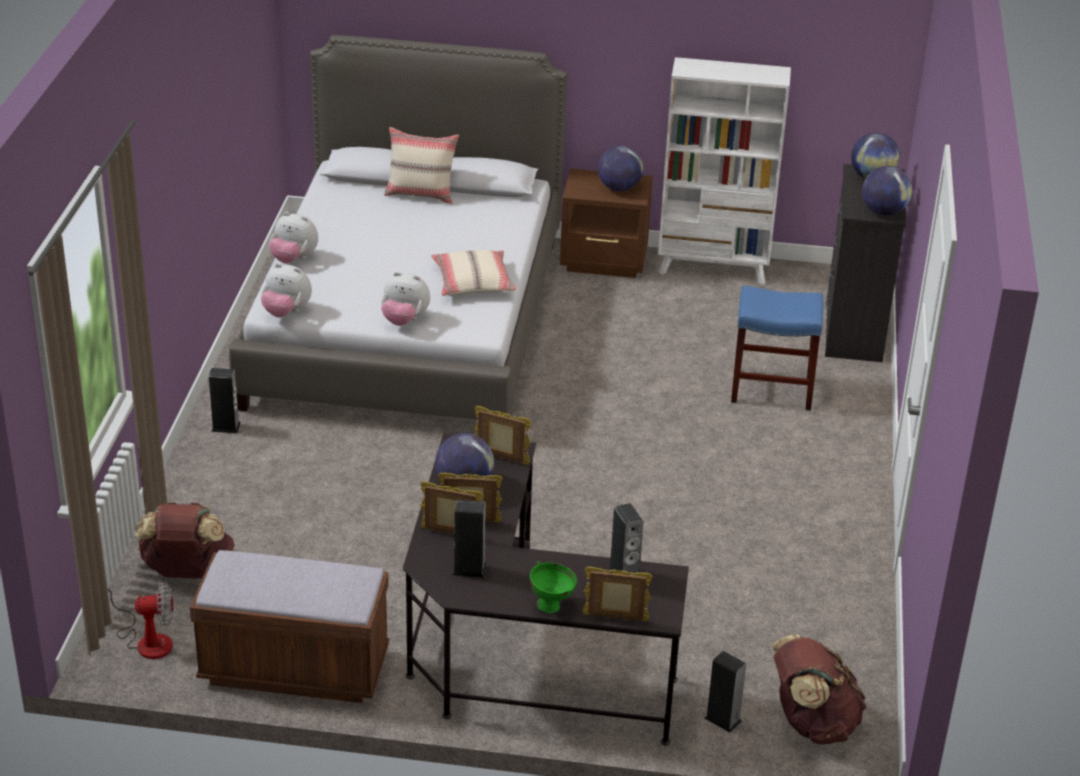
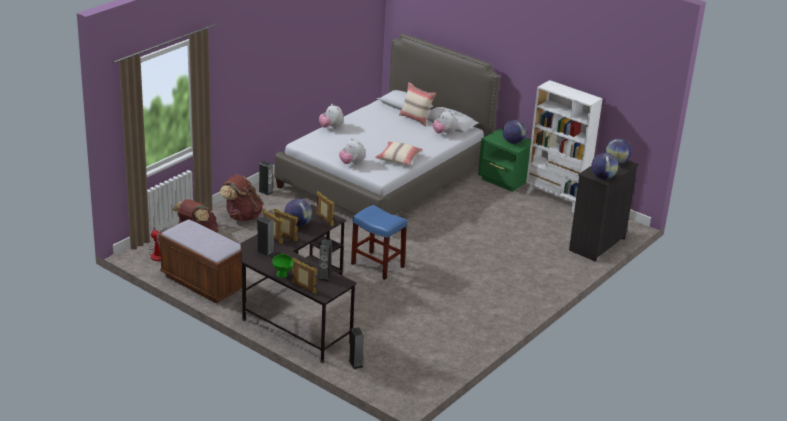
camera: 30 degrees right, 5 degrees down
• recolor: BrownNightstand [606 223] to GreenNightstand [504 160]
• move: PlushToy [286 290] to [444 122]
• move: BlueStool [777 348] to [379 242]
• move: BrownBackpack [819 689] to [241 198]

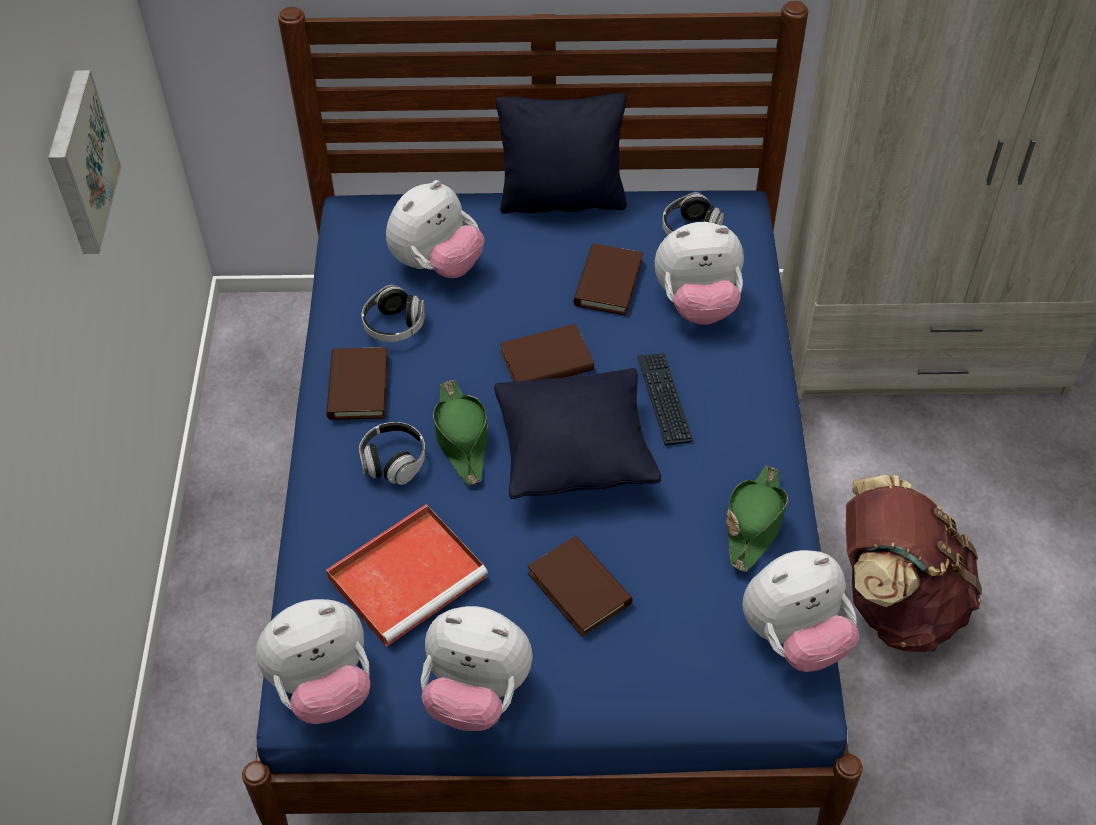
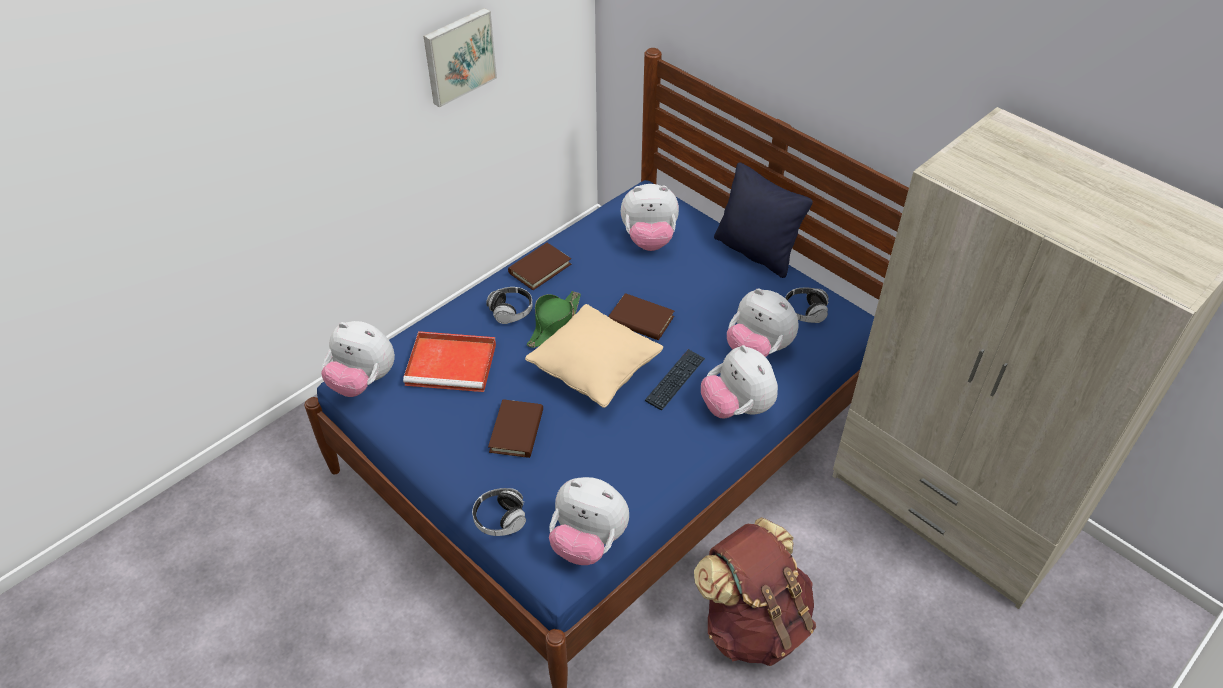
camera: 45 degrees right, 5 degrees down
• delete: BrownBook [608 279]
• move: Headphones [393 313] to [499 512]
• recolor: BlackPillow [577 433] to BeigePillow [594 356]
• delete: GreenHat [757 518]
• move: PlushToy [477 668] to [739 381]

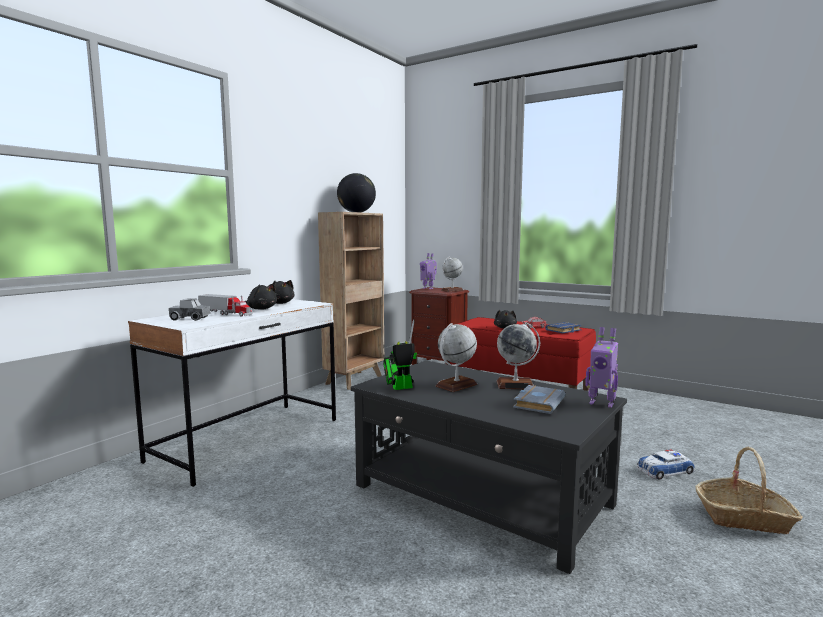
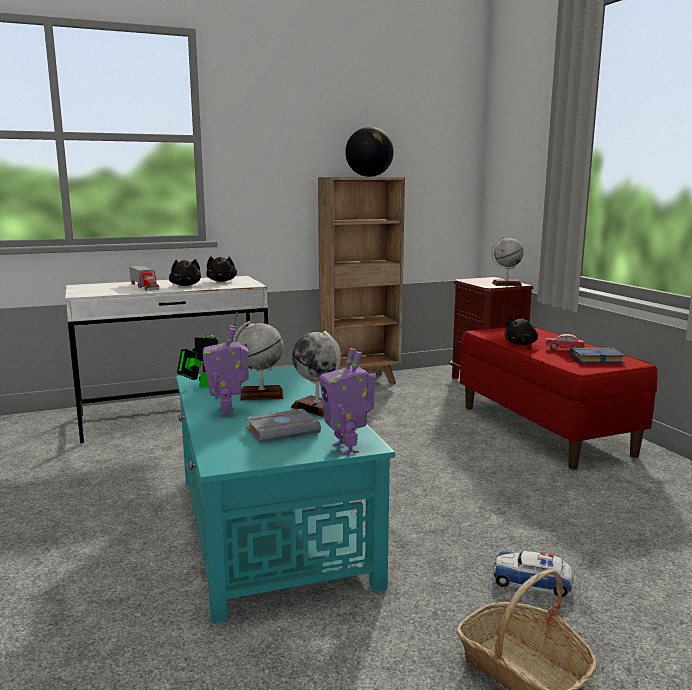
camera: 35 degrees right, 5 degrees up
• move: ToyRobot [428 271] to [226 371]
• delete: ToyTruck [190 310]
• recolor: BlackCoffeeTable [489 467] to TurquoiseCoffeeTable [285 494]

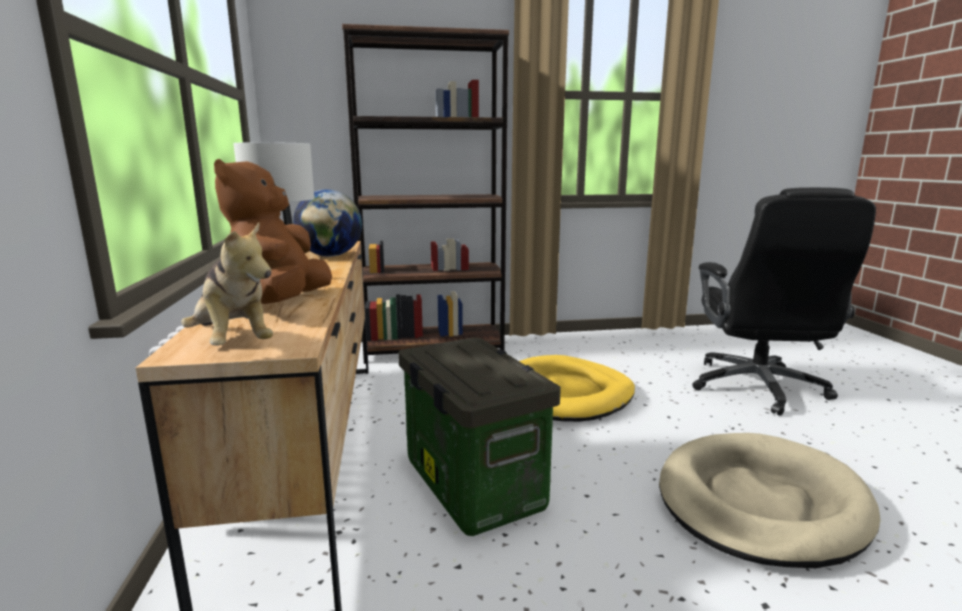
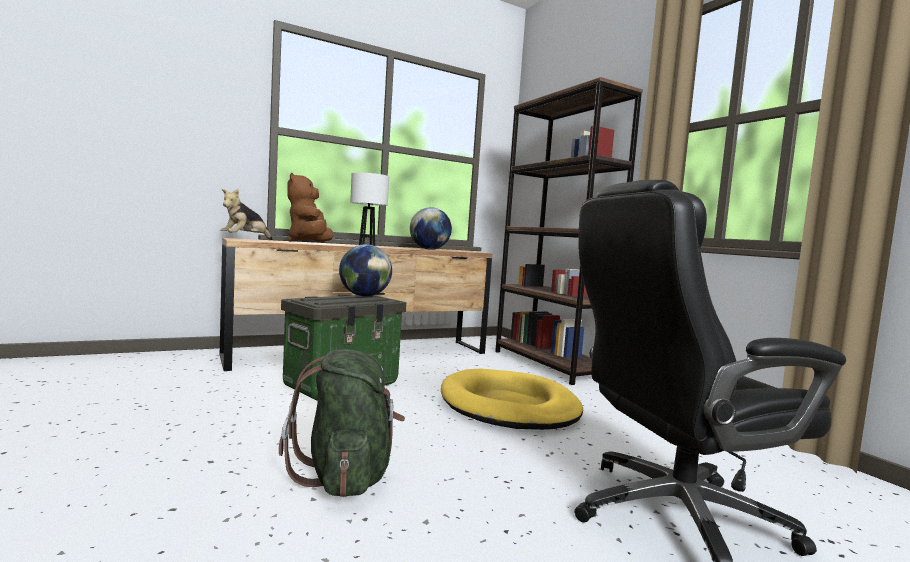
camera: 70 degrees right, 10 degrees down
• rotate: BrownPlushToy [273 231] = [310 207] 75 degrees counterclockwise
• replace: BeigeDogBed [769 500] to GreenBackpack [342 423]
• insert: Globe [365 270]

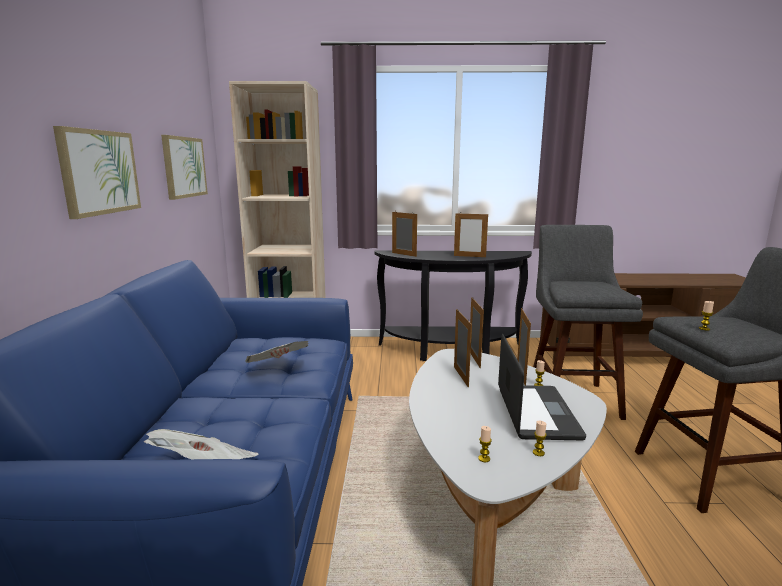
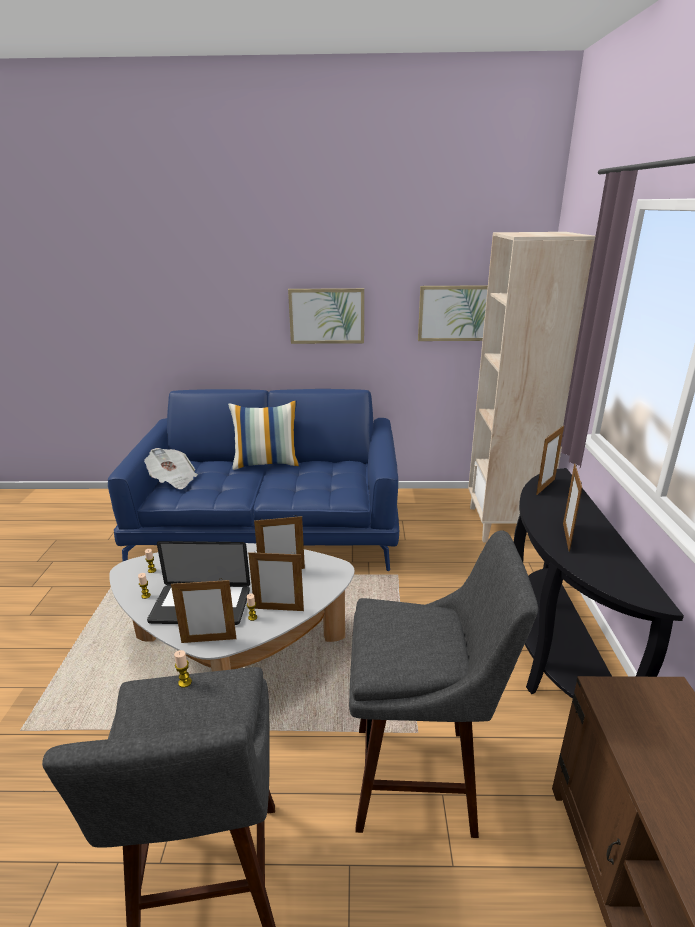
camera: 90 degrees right, 10 degrees up
• move: PictureFrame [477 332] to [204 610]
• delete: Newspaper [277 352]
• insert: Pillow [264 435]

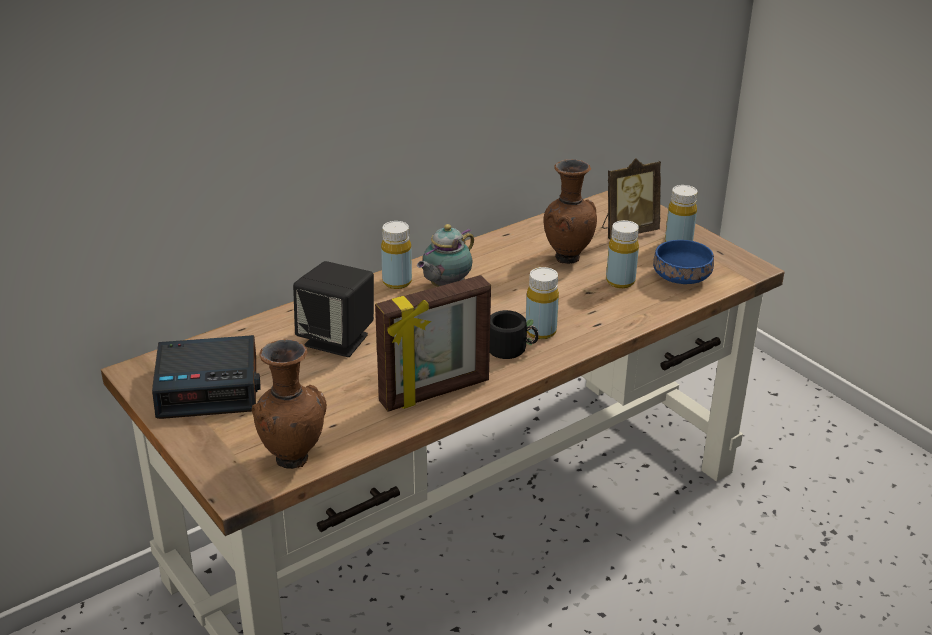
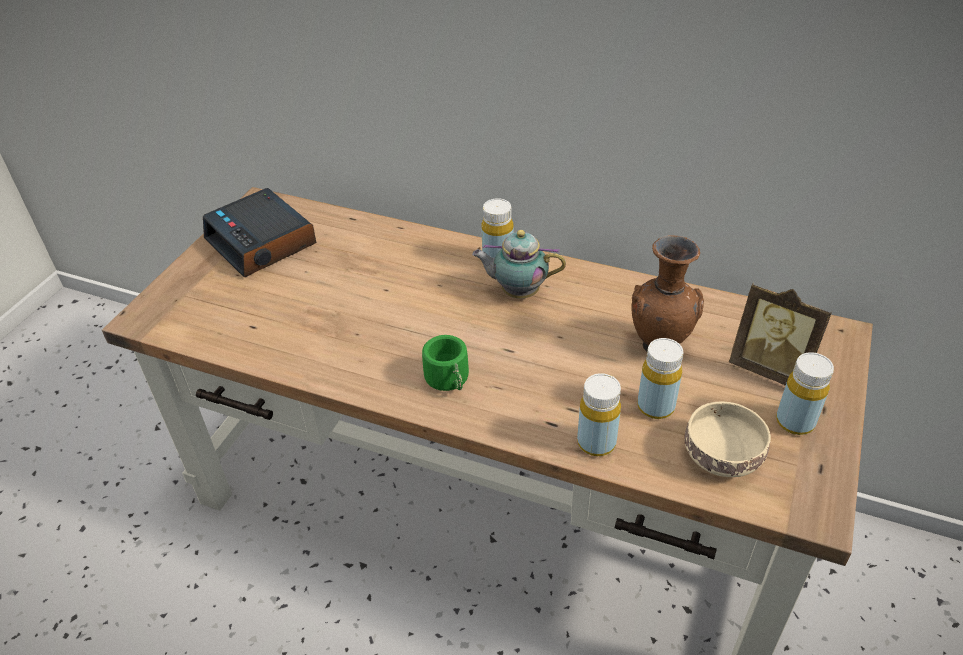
camera: 60 degrees right, 10 degrees up
• recolor: BlueBowl [683 262] to BeigeBowl [727 439]
• delete: BlackSpeaker [333 309]
• move: YellowBottle [542 303] to [599 414]
• delete: PictureFrame [433 343]
• recolor: BlackMug [514 334] to GreenMug [445 363]
• delete: BrownVase [289 404]

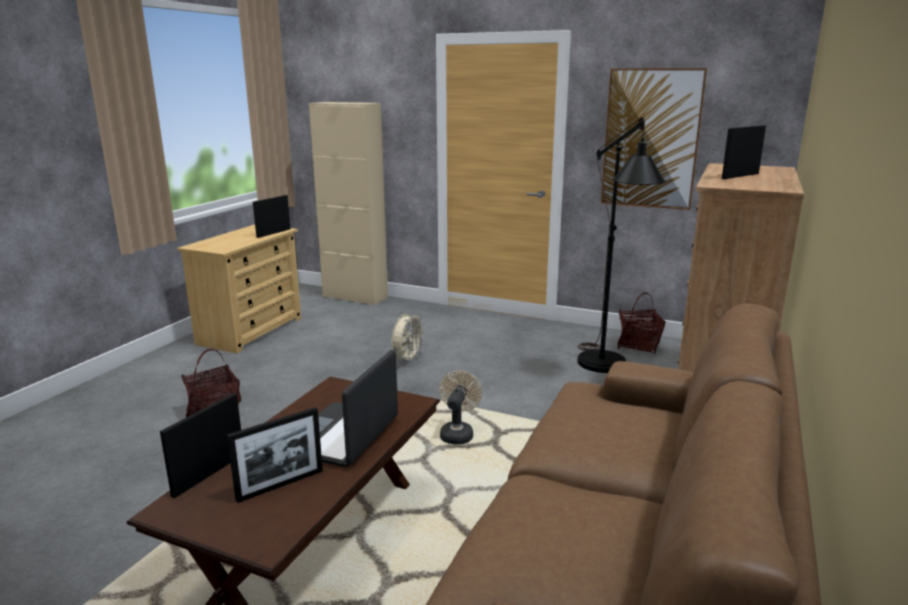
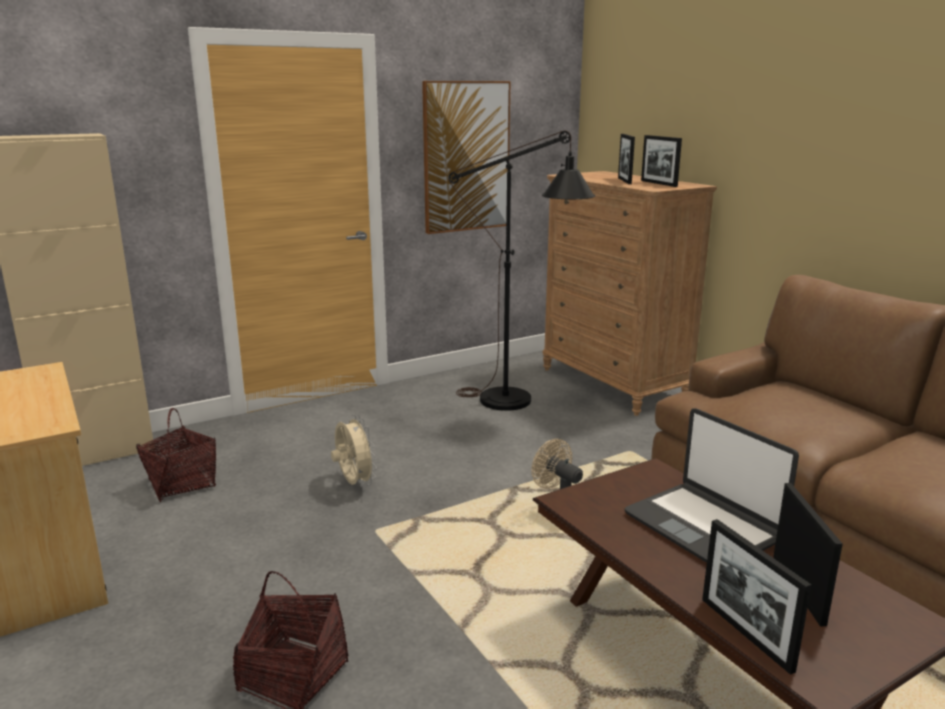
camera: 55 degrees left, 0 degrees up
• move: PictureFrame [271 216] to [661 161]
• move: Basket [642 323] to [176 455]

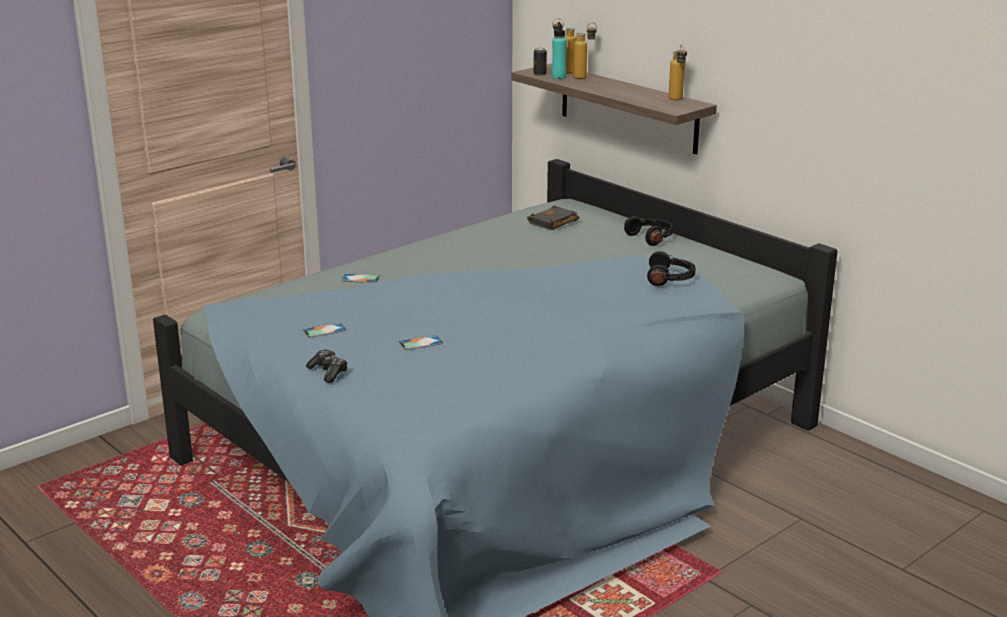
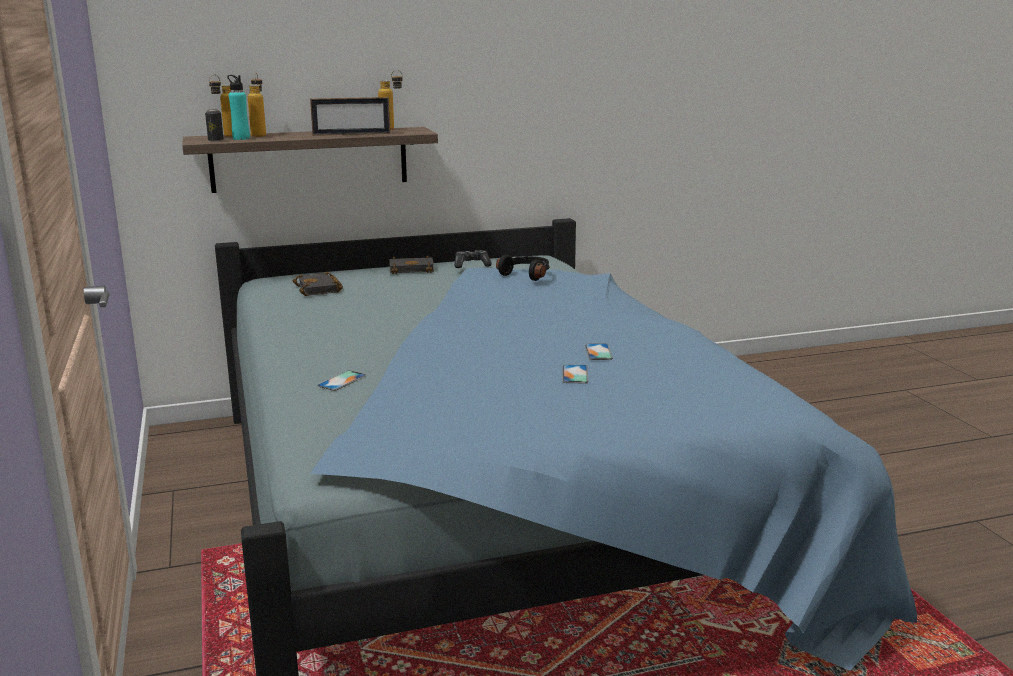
camera: 65 degrees left, 5 degrees down
• replace: BlackHeadphones [648 231] to BlackBook [411 264]
• move: Phone [324 330] to [599 352]
• move: GameController [327 366] to [473 259]
• insert: PictureFrame [350 116]

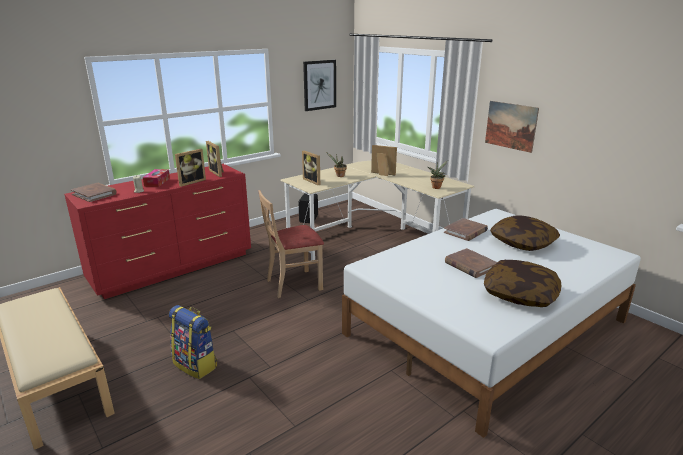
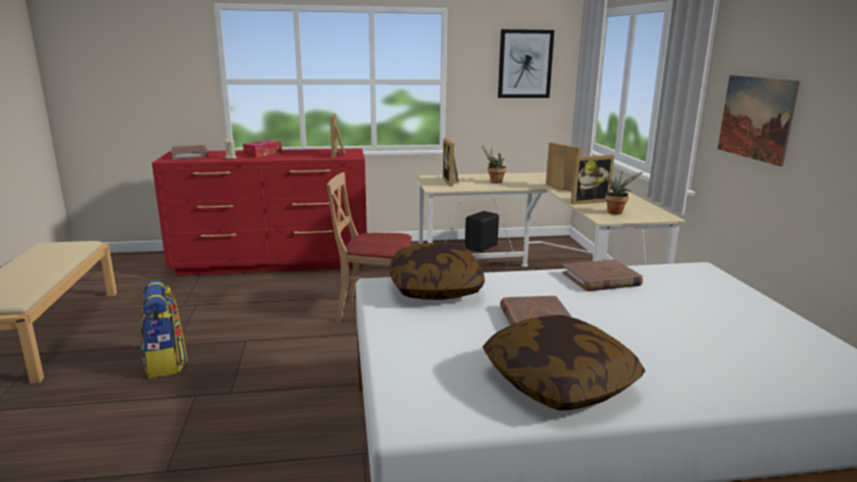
camera: 30 degrees right, 5 degrees down
• move: PictureFrame [190 168] to [593 180]
• move: Pillow [525 233] to [437 271]

